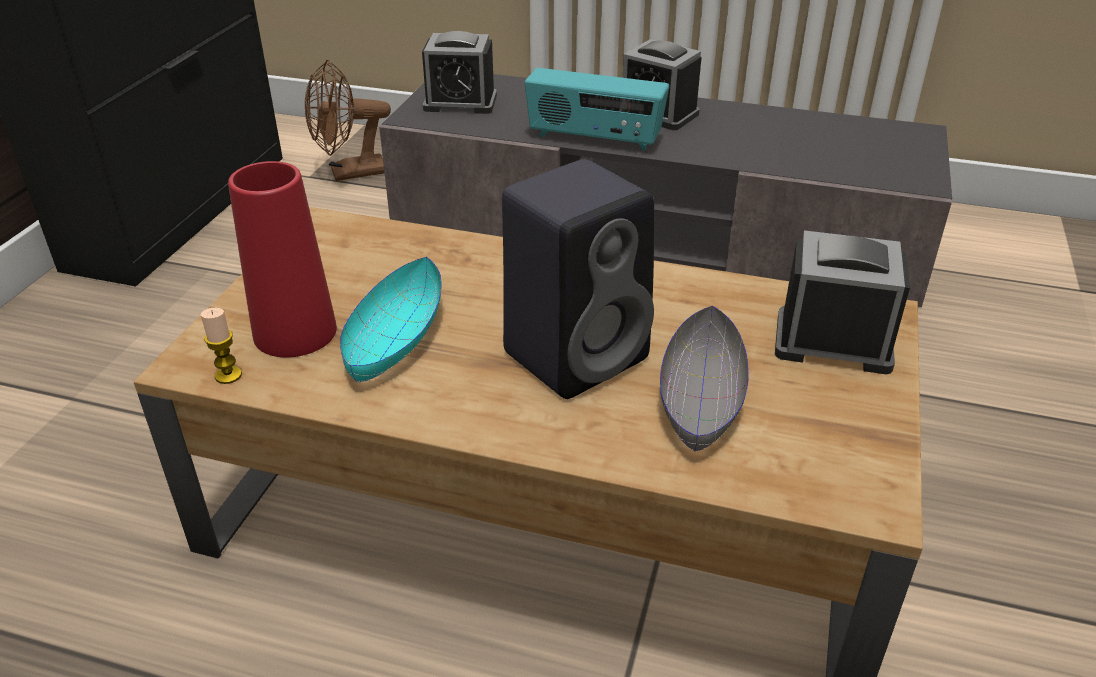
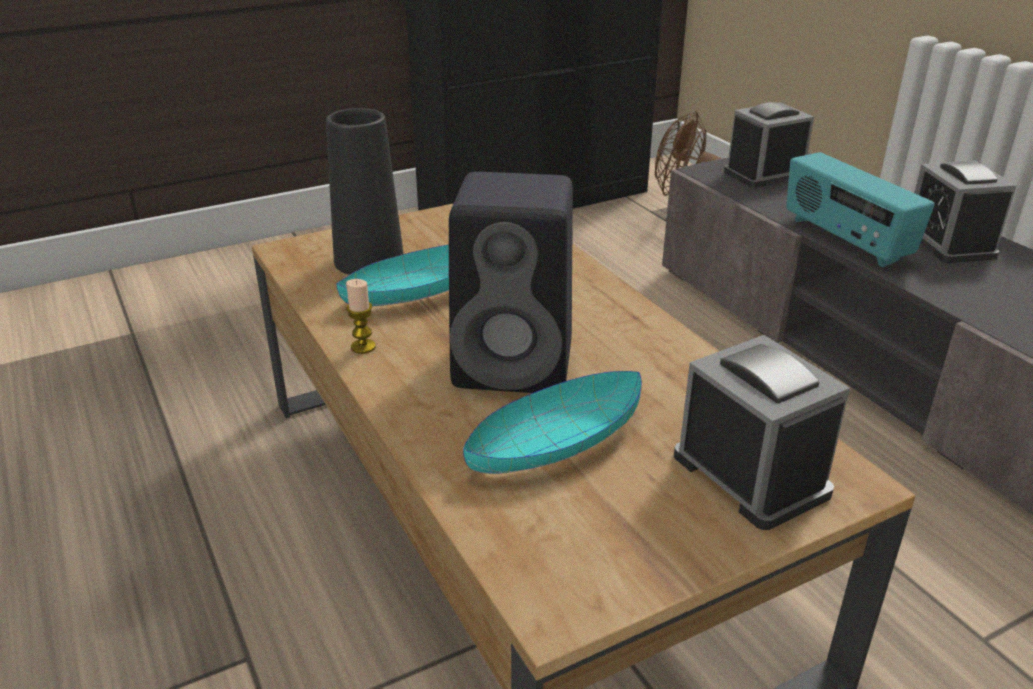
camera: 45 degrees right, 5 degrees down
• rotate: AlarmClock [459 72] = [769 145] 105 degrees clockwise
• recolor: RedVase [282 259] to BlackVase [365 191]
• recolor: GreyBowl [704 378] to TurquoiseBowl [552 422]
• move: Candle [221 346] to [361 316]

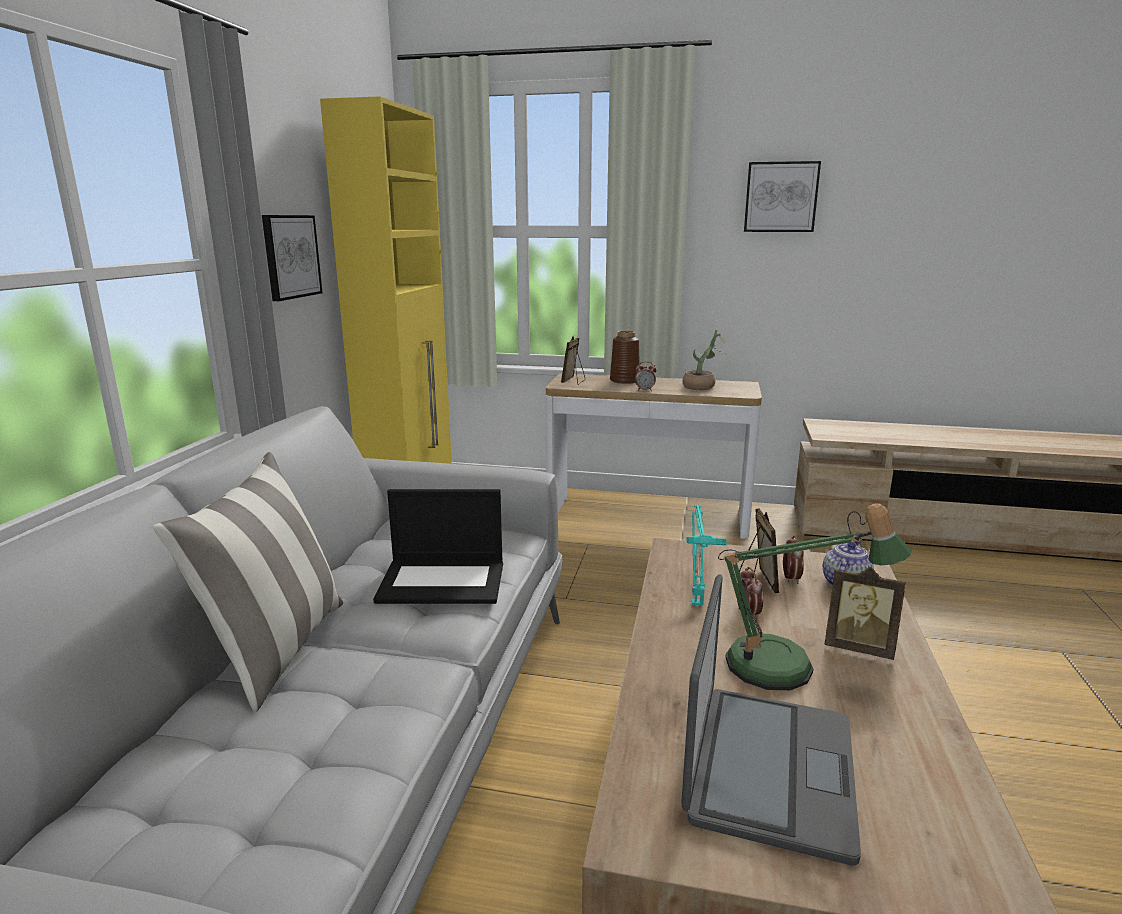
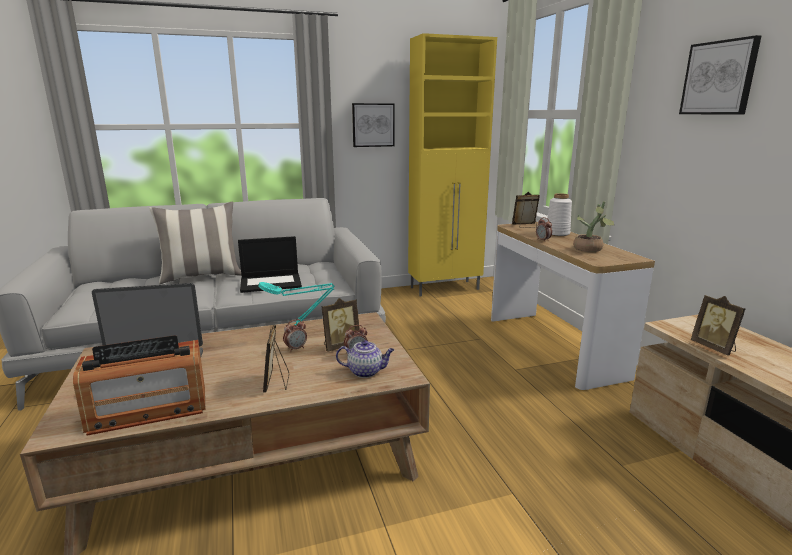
camera: 60 degrees right, 0 degrees up
• recolor: BrownVase [625 357] to WhiteVase [559 214]
• rotate: Laptop [438 546] = [270 264] 75 degrees counterclockwise
• delete: TableLamp [815 597]
• insert: PictureFrame [718 325]
• insert: Radio [139 385]

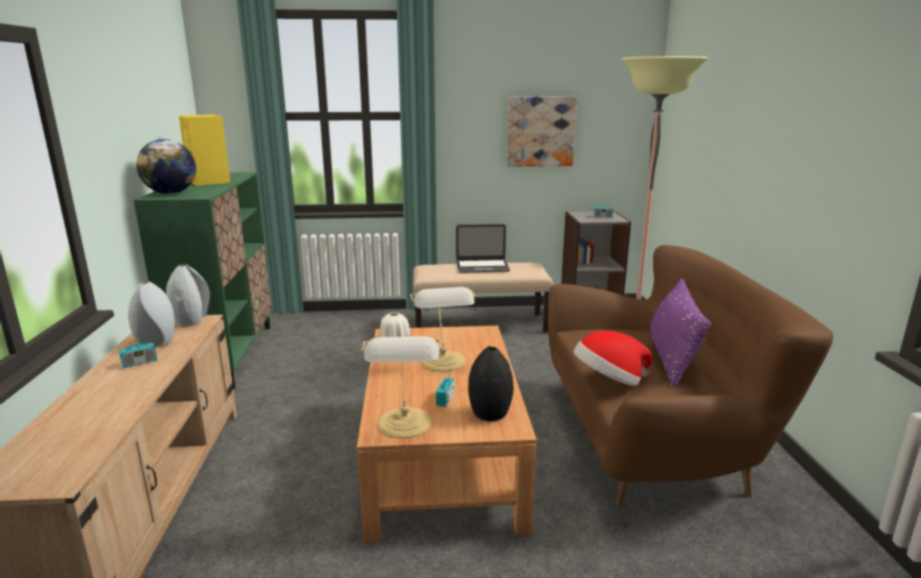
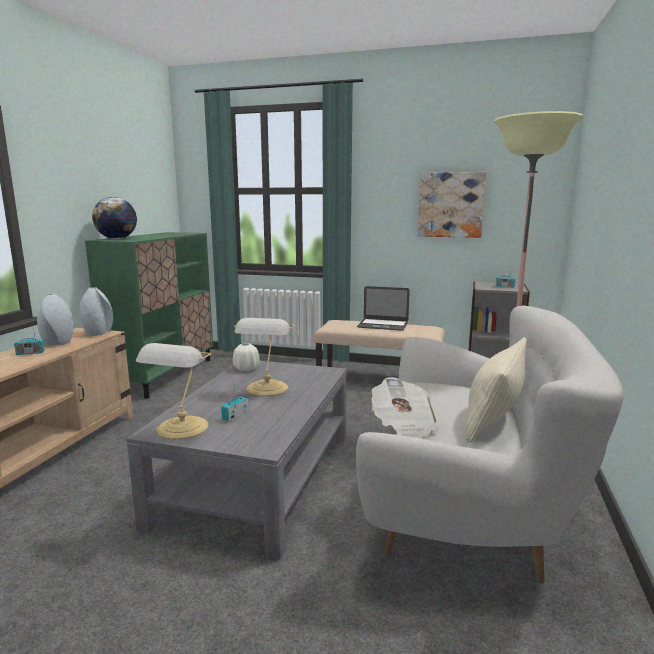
camera: 20 degrees right, 5 degrees down
• delete: YellowSpeaker [204 150]
• recolor: BrownSofa [690 375] to WhiteSofa [490 444]
• recolor: PurplePillow [681 332] to BeigePillow [496 389]
• recolor: BrownCoffeeTable [447 434] to GreyCoffeeTable [236 460]
• replace: Hat [613 358] to Newspaper [405 407]
• delete: BlackVase [491 383]

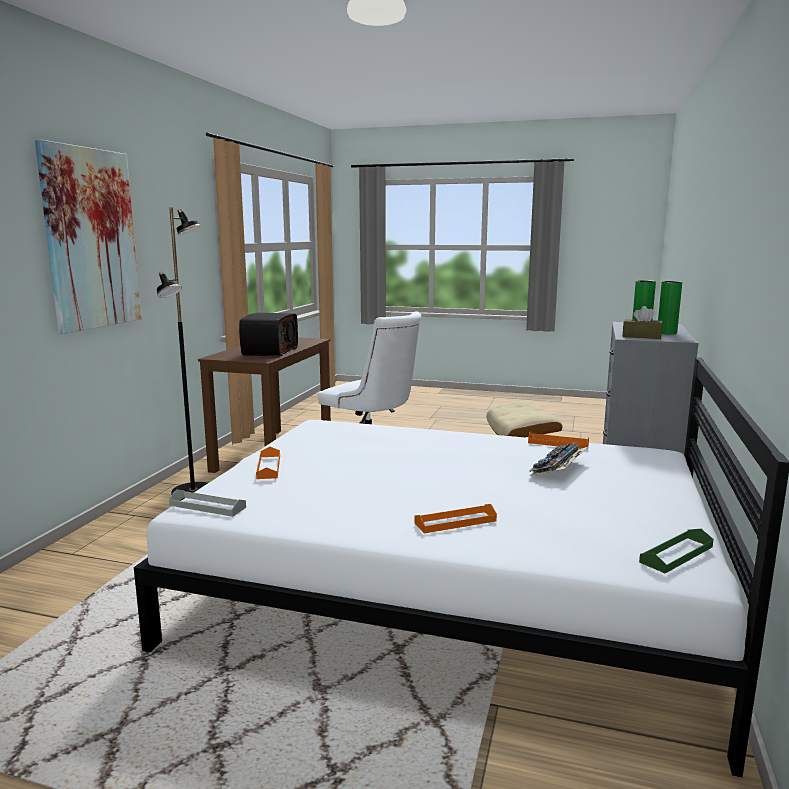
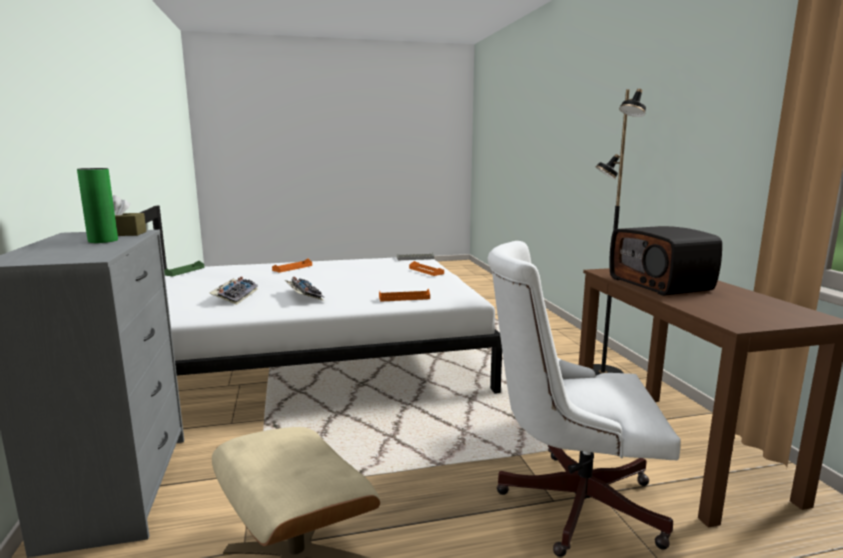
camera: 150 degrees right, 0 degrees up
• delete: Picture [88 236]
• delete: GreenVase [670 308]
• move: OrangeTray [558 440] to [404 295]
• insert: Keyboard [304 289]

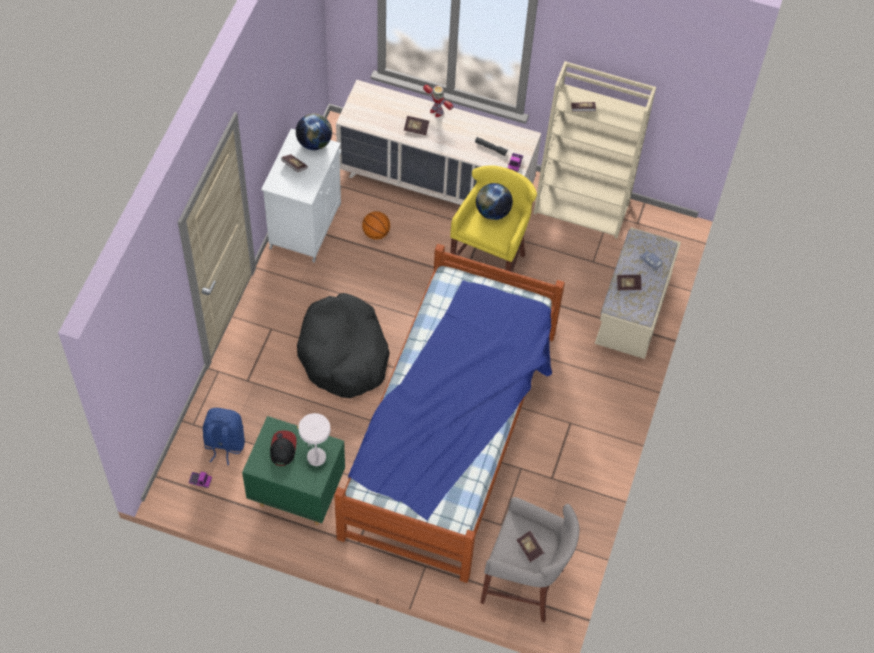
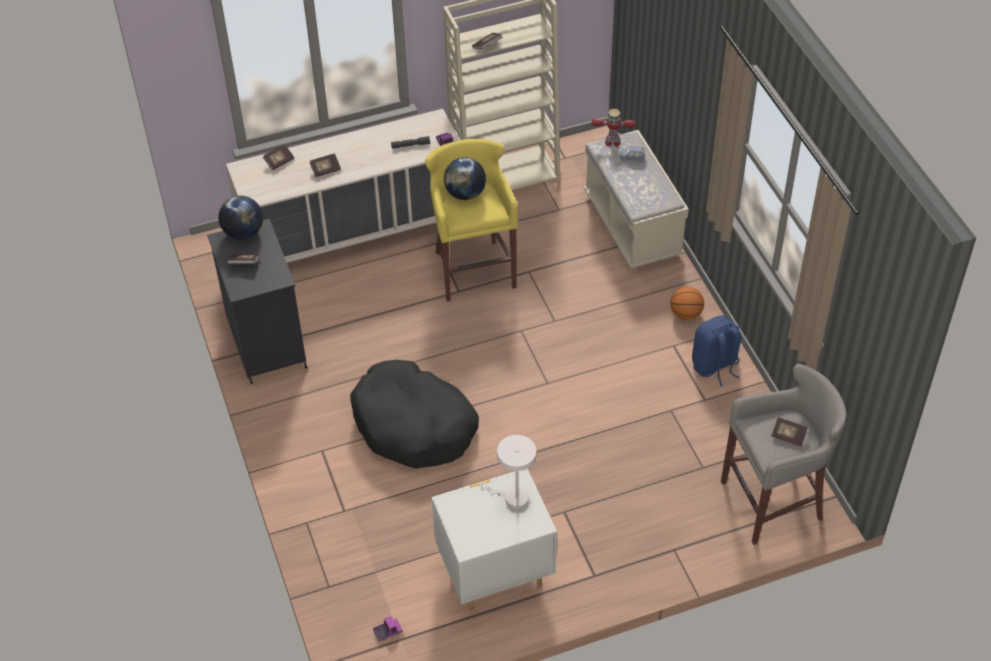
camera: 35 degrees left, 10 degrees down
• move: ToyRobot [438 101] to [613 128]
• recolor: WhiteCabinet [301 196] to BlackCabinet [257 301]
• move: Basketball [376 225] to [687 303]
• delete: Bed [449 413]
• move: Book [629 283] to [278 157]
• move: BlueBackpack [224 436] to [716 351]
• recolor: GreenNightstand [293 470] to WhiteNightstand [494 540]
• delete: Cap [283 448]

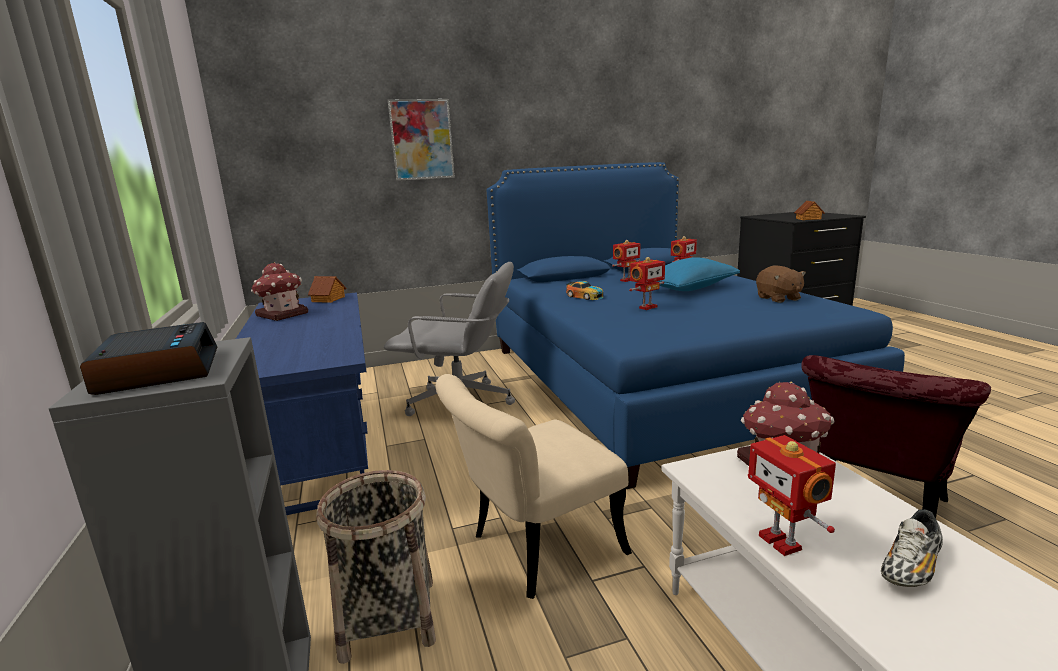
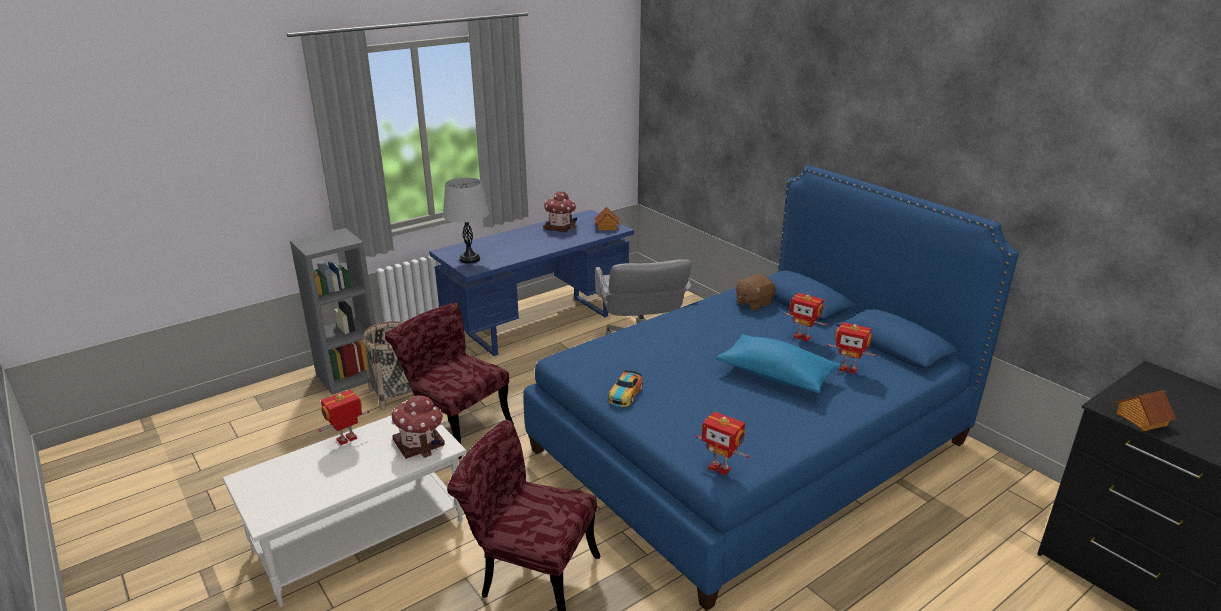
camera: 70 degrees right, 10 degrees up
• delete: Picture [421 140]
• move: ToyRobot [647 283] to [723 443]
• move: BrownPlushToy [781 284] to [756 293]
• move: ToyCar [584 290] to [625 388]
• delete: AlarmClock [149 358]
• recolor: BeigeChair [534 486] to RedChair [449 381]
• delete: Shoe [912 548]
• insert: GreyTableLamp [466 220]

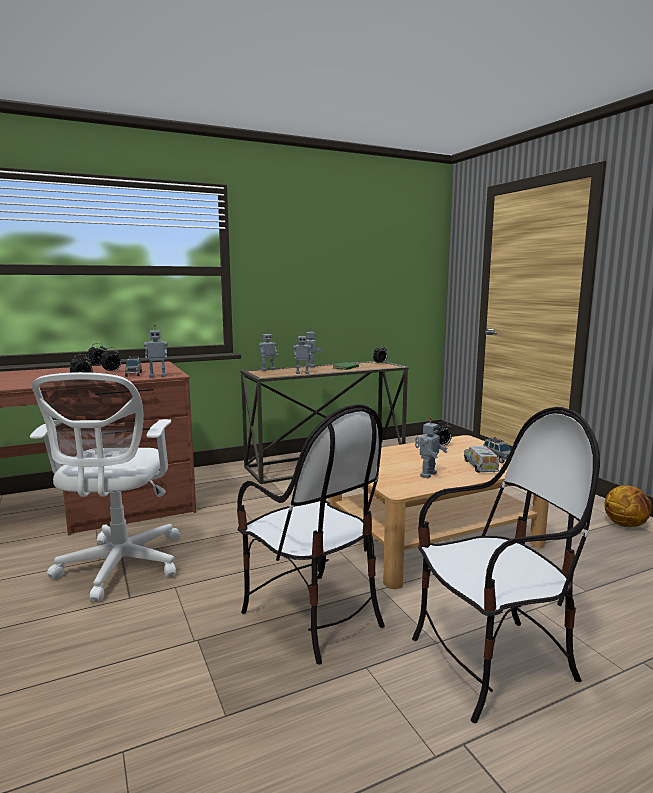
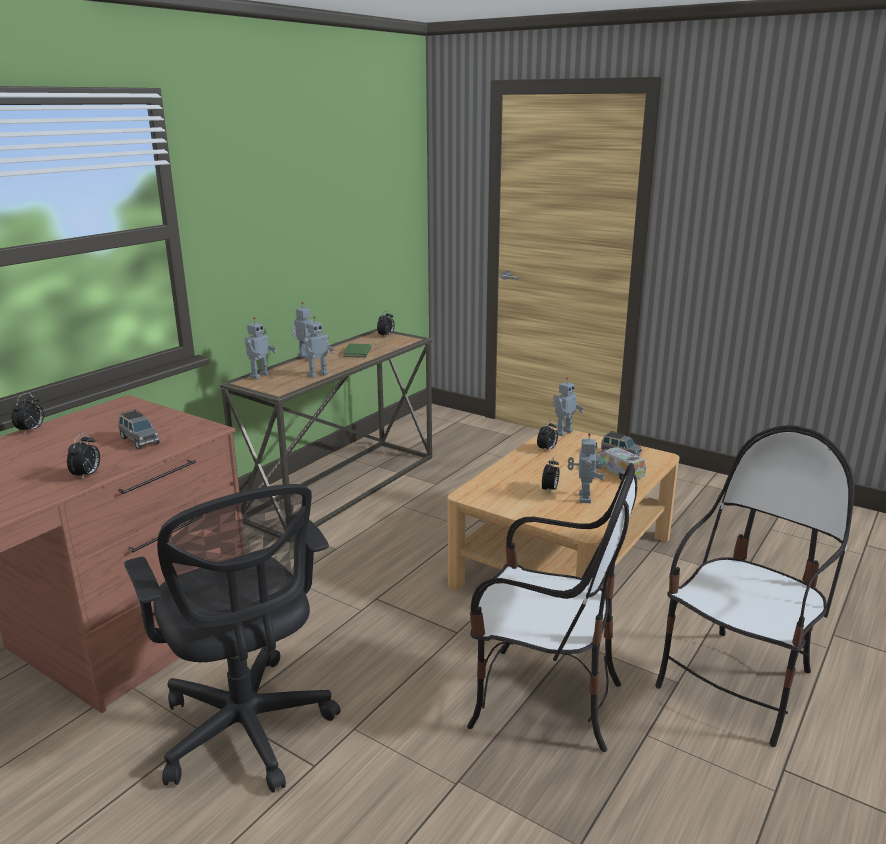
camera: 30 degrees left, 10 degrees up
• move: ToyRobot [156 350] to [568 406]
• move: AlarmClock [111 360] to [550 475]
• recolor: WhiteOfficeChair [105 487] to BlackOfficeChair [232 638]
• delete: Basketball [628 506]

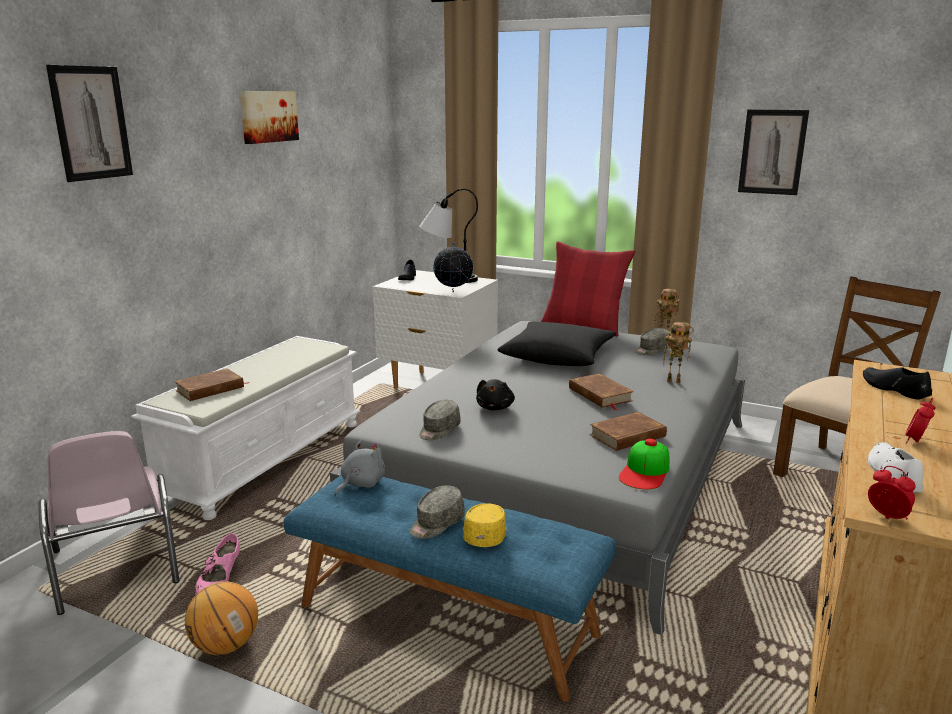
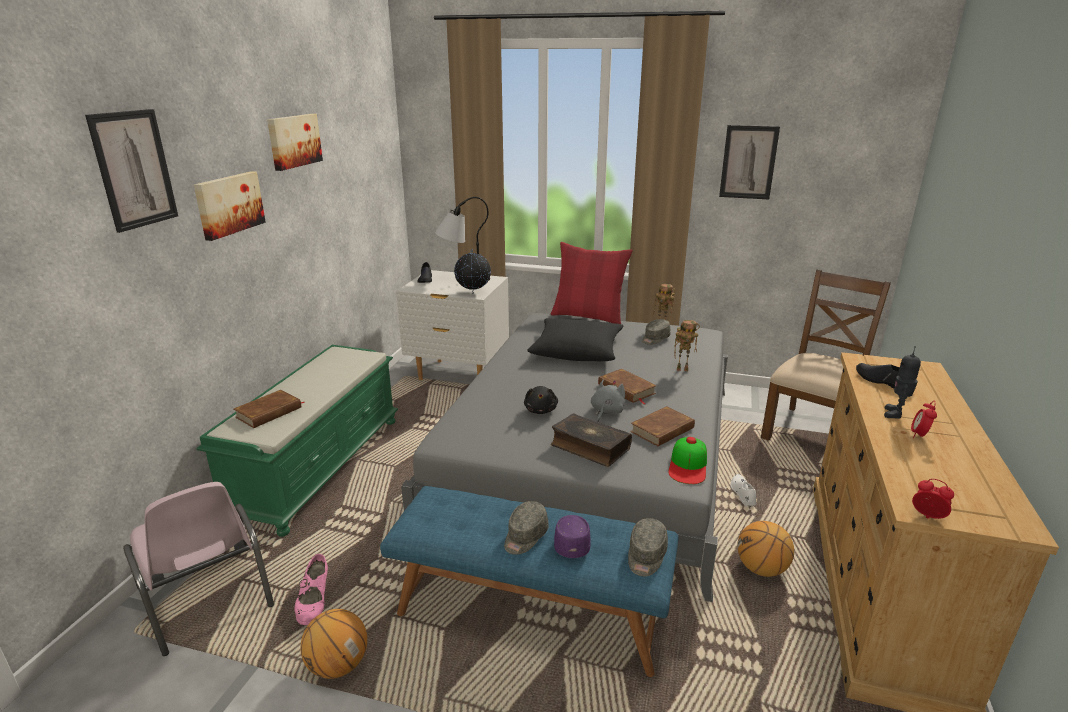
camera: 10 degrees left, 5 degrees up
• recolor: WhiteBench [245 428] to GreenBench [297 441]
• move: GreyCap [440 420] to [648 547]
• move: GreyPlushToy [359 468] to [608 401]
• move: WhiteShoe [895 467] to [743 490]
• recolor: YellowCap [484 525] to PurpleCap [572 536]
• insert: Picture [230 206]
• insert: ToyRobot [902 382]
• insert: Book [591 440]
• insert: Basketball [765 549]

